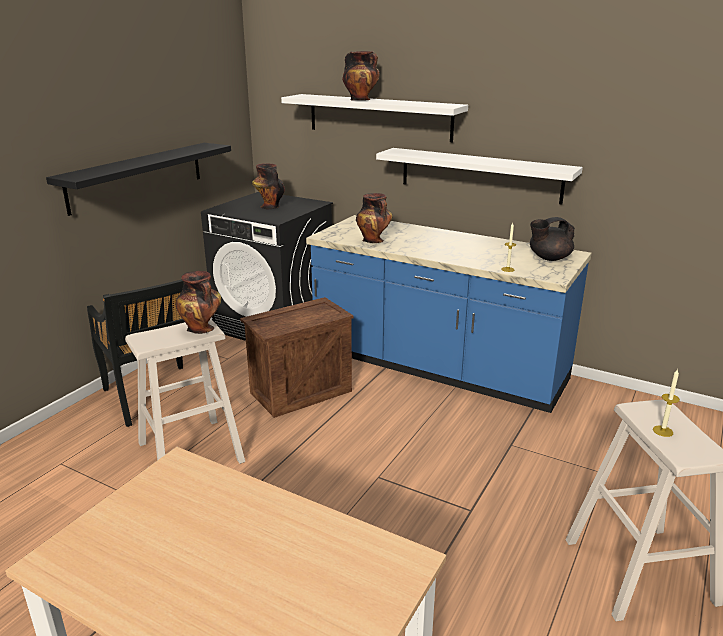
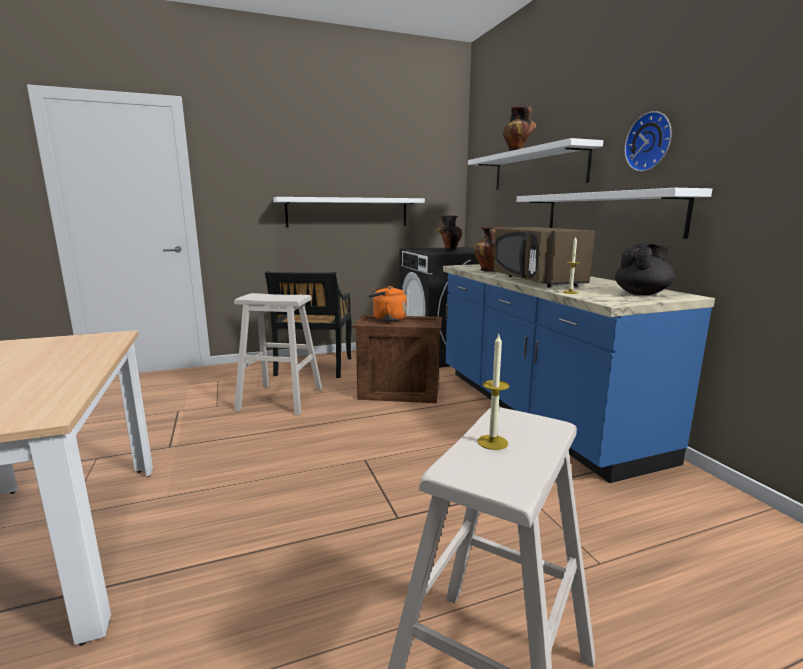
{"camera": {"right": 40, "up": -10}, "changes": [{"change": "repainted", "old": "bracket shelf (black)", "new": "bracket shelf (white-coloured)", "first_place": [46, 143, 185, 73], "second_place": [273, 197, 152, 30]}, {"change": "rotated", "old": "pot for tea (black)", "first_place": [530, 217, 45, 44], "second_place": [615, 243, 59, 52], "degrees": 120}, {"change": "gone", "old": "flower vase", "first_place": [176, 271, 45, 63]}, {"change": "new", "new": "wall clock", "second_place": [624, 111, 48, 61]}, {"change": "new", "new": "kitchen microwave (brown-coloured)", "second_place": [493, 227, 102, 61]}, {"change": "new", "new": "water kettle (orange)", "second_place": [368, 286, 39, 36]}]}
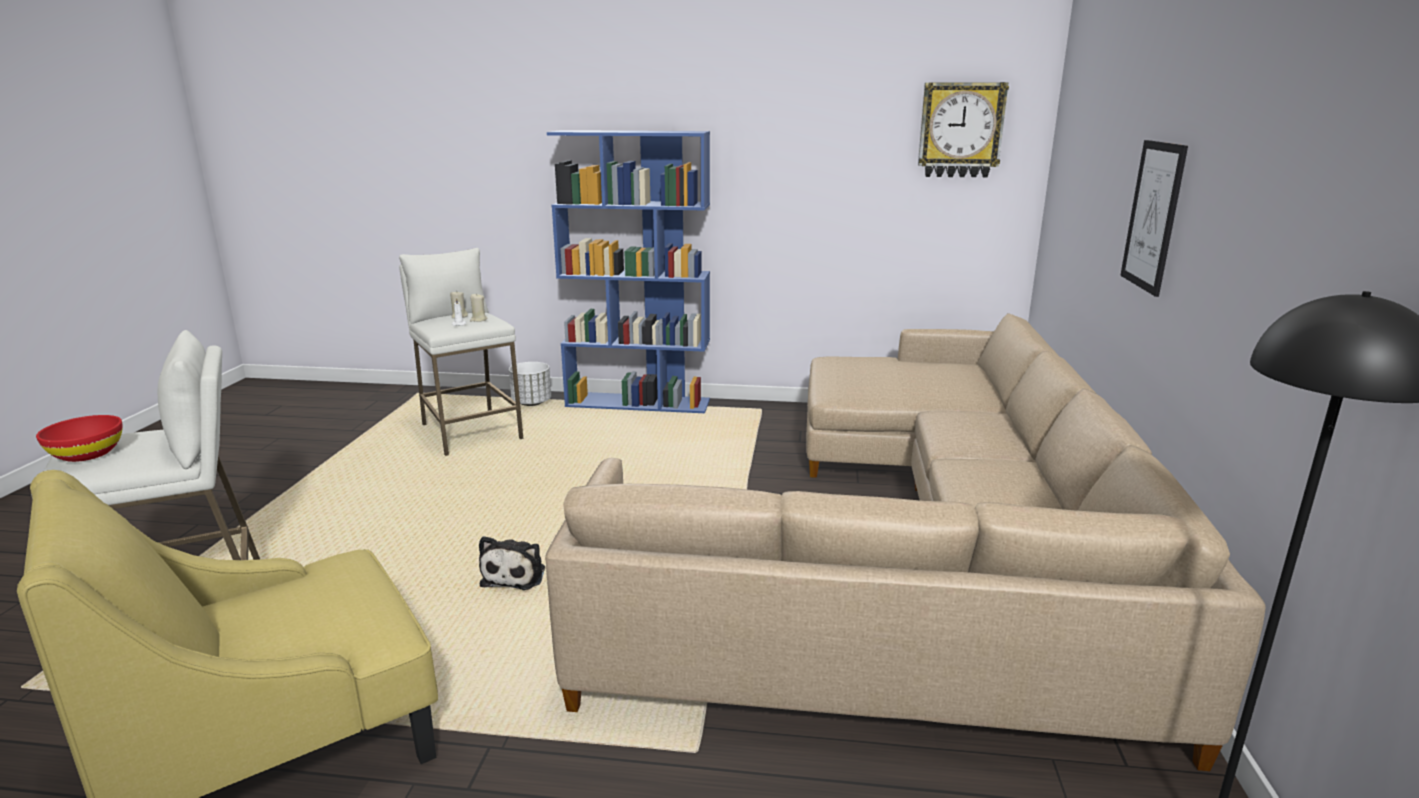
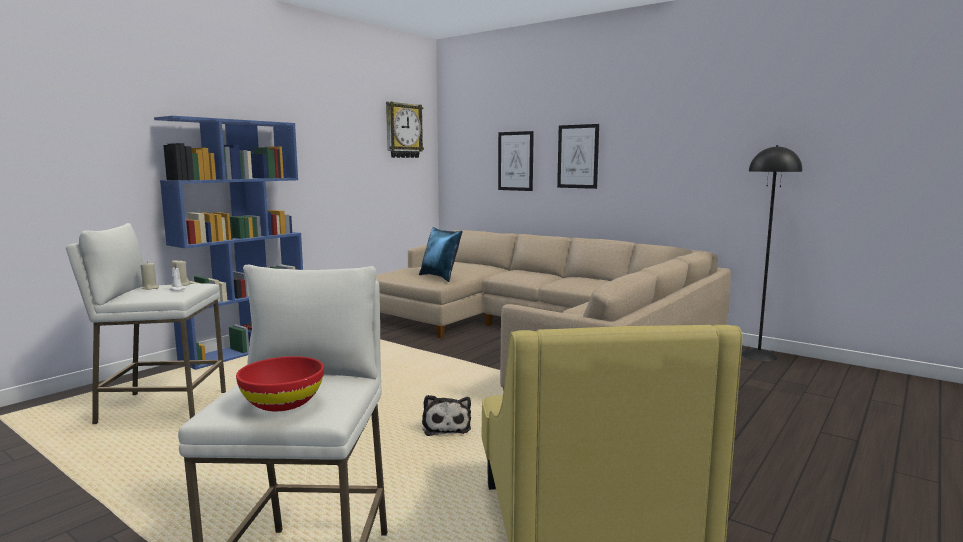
{"camera": {"right": -60, "up": -10}, "changes": [{"change": "gone", "old": "plant pot (white-coloured)", "first_place": [509, 362, 42, 44]}, {"change": "rotated", "old": "soft toy", "first_place": [479, 536, 66, 54], "second_place": [422, 395, 49, 41], "degrees": 45}, {"change": "new", "new": "wall art", "second_place": [498, 131, 36, 60]}, {"change": "new", "new": "throw pillow (blue)", "second_place": [419, 227, 44, 55]}]}
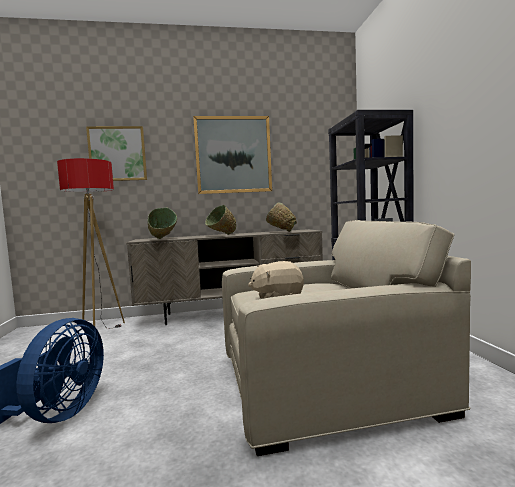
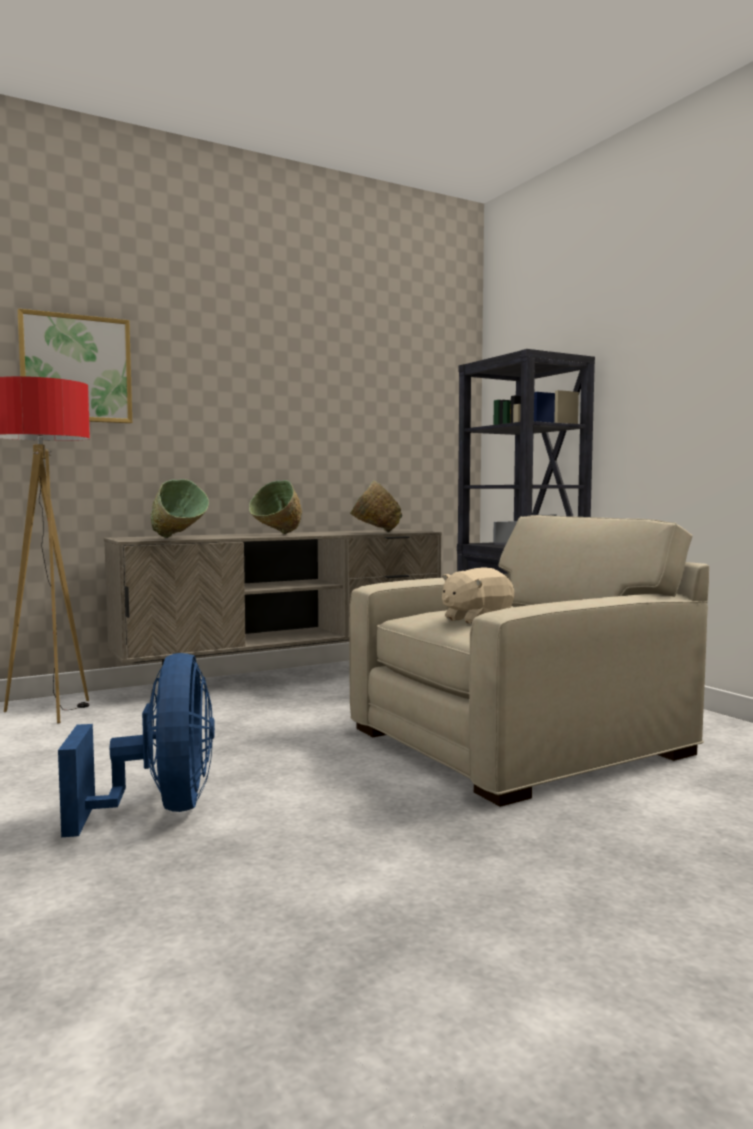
{"camera": {"right": -20, "up": 0}, "changes": [{"change": "gone", "old": "wall art", "first_place": [193, 116, 79, 78]}]}
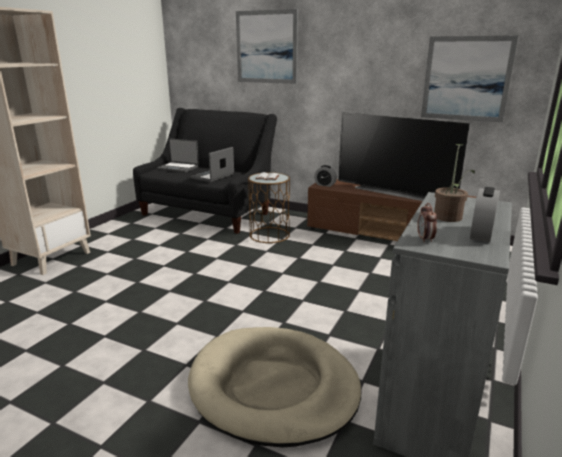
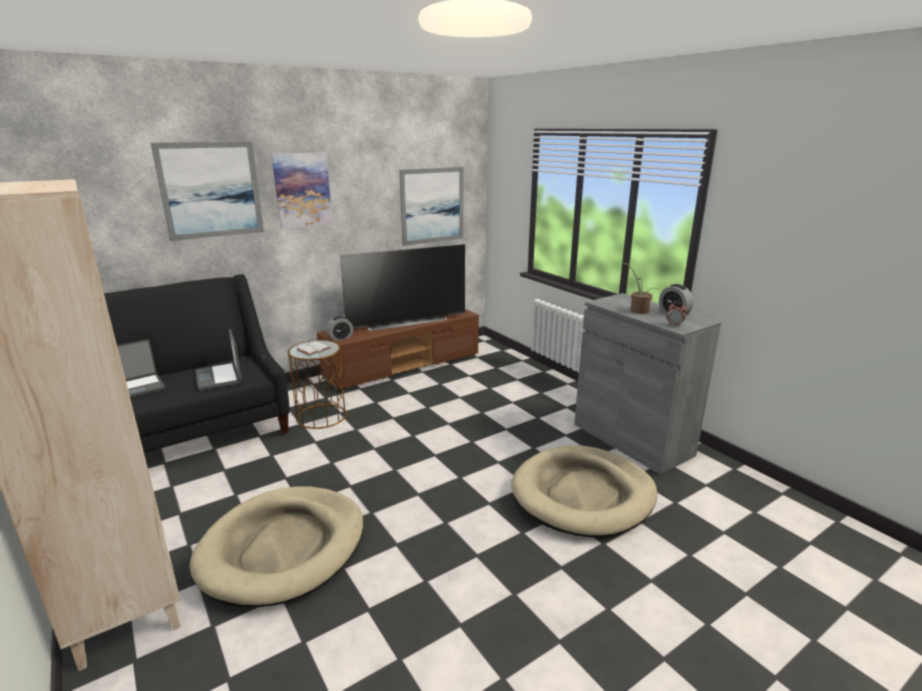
{"camera": {"right": -60, "up": 0}, "changes": [{"change": "new", "new": "wall art", "second_place": [272, 152, 61, 77]}, {"change": "new", "new": "dog bed (beige-coloured)", "second_place": [189, 486, 174, 121]}]}
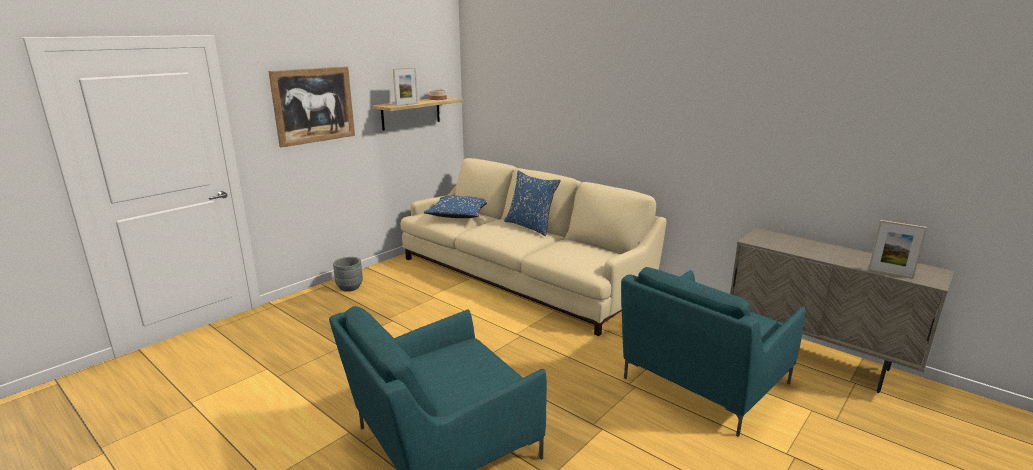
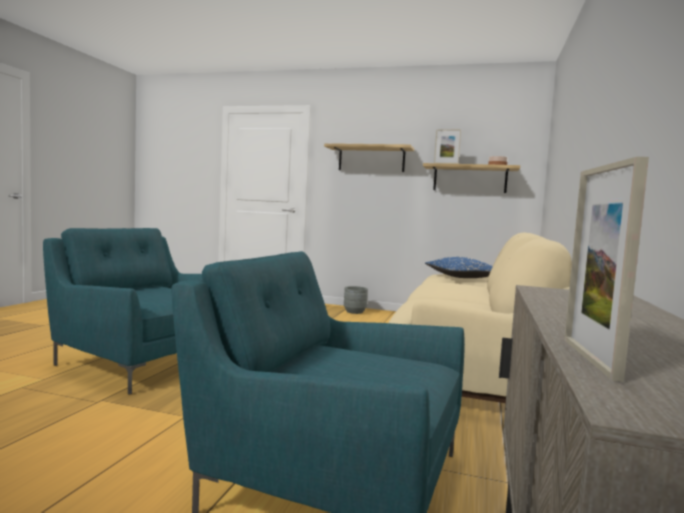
{"camera": {"right": 65, "up": -15}, "changes": [{"change": "swapped", "old": "wall art", "new": "bracket shelf", "first_place": [268, 66, 87, 82], "second_place": [324, 143, 90, 29]}, {"change": "gone", "old": "throw pillow (blue)", "first_place": [504, 170, 56, 66]}]}
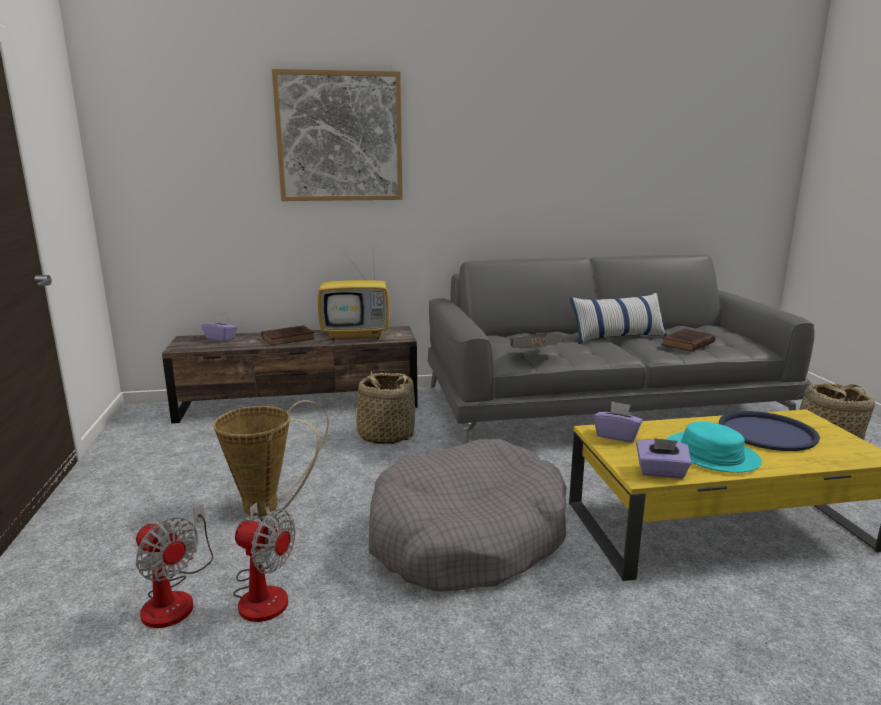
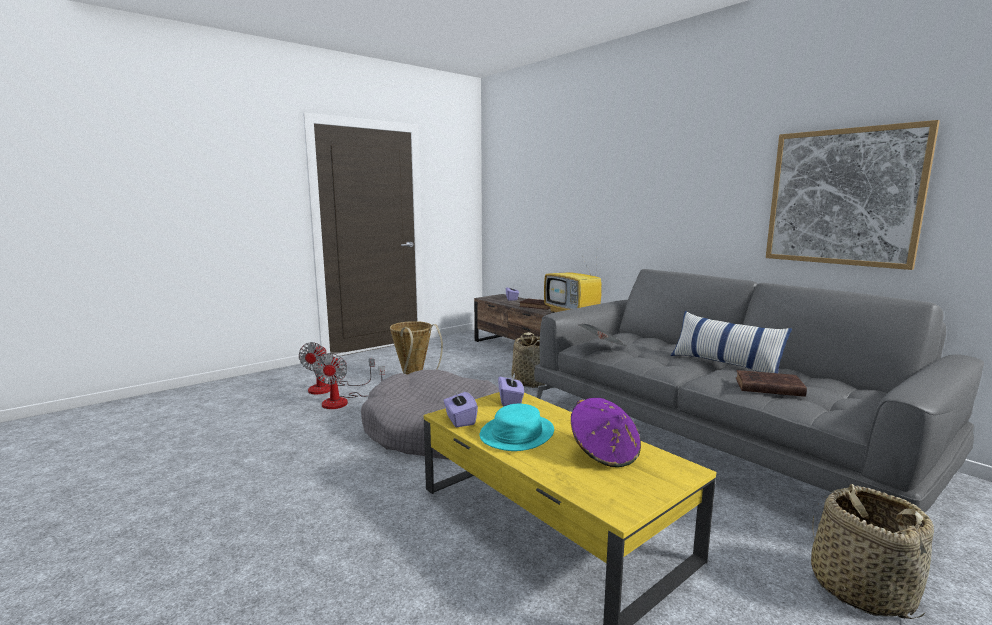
{"camera": {"right": 60, "up": -5}, "changes": [{"change": "shifted", "old": "wall art", "first_place": [272, 69, 131, 132], "second_place": [766, 120, 174, 150]}, {"change": "swapped", "old": "serving tray (blue)", "new": "clothing hat (purple-coloured)", "first_place": [719, 411, 101, 40], "second_place": [571, 398, 70, 69]}]}
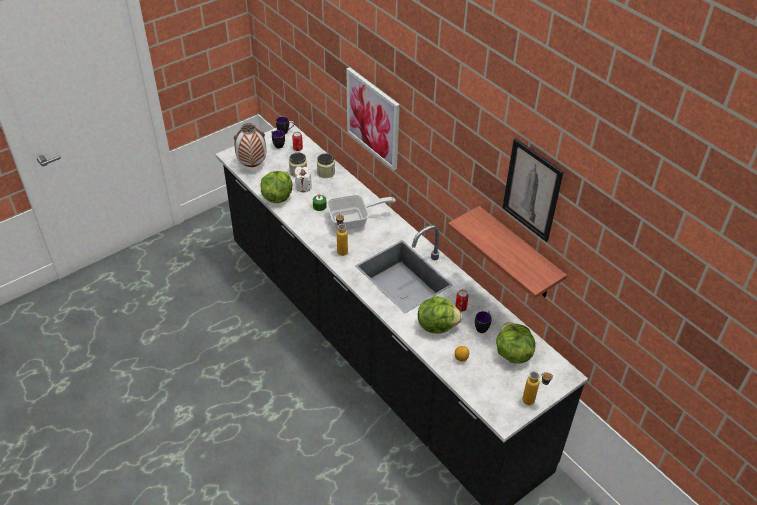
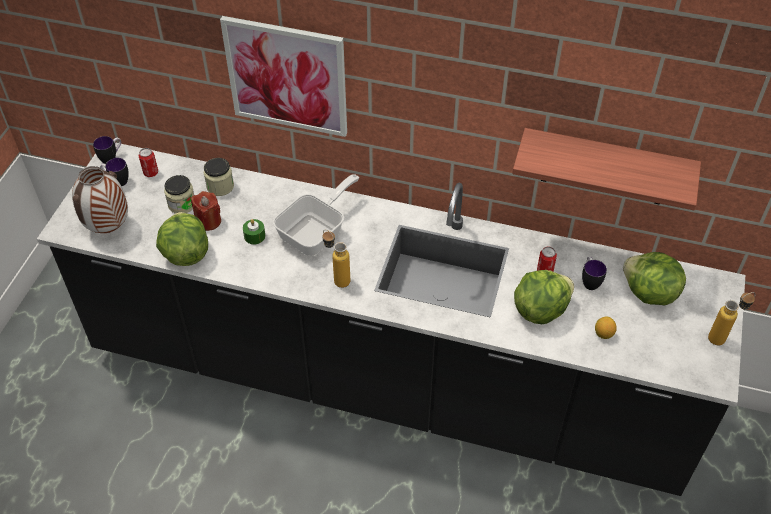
{"camera": {"right": -35, "up": 5}, "changes": [{"change": "gone", "old": "wall art", "first_place": [503, 138, 60, 104]}, {"change": "repainted", "old": "candle (white-coloured)", "new": "candle (reddish)", "first_place": [295, 167, 17, 25], "second_place": [191, 191, 30, 40]}]}
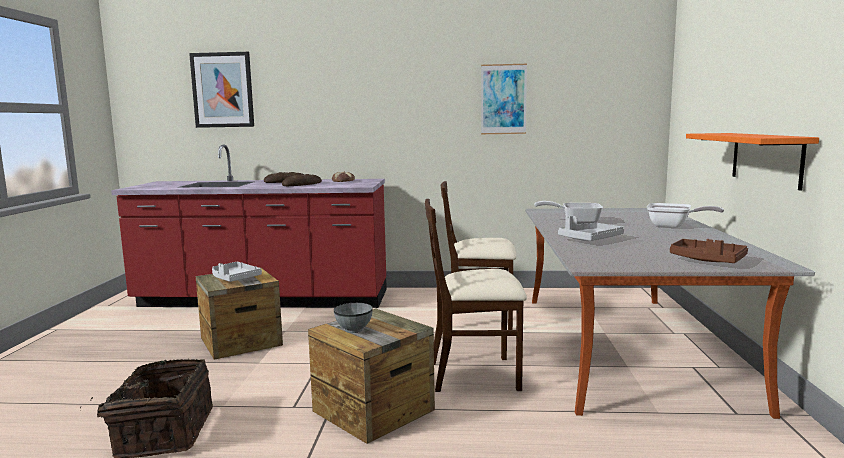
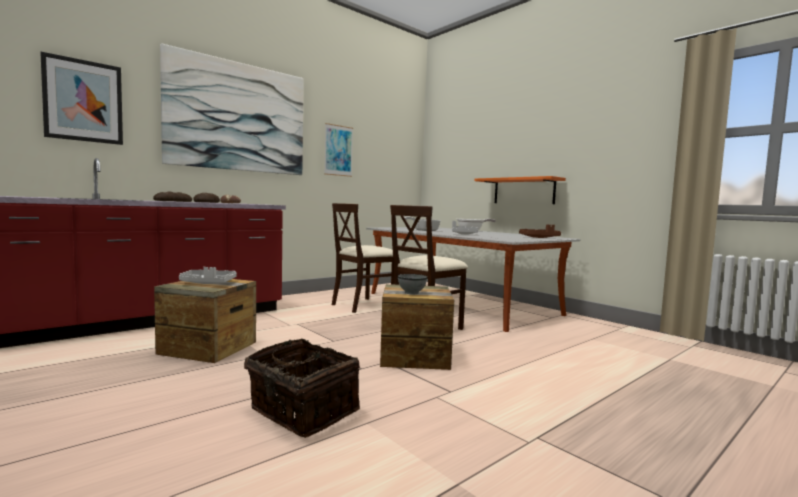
{"camera": {"right": -45, "up": -5}, "changes": [{"change": "new", "new": "wall art", "second_place": [160, 43, 144, 132]}]}
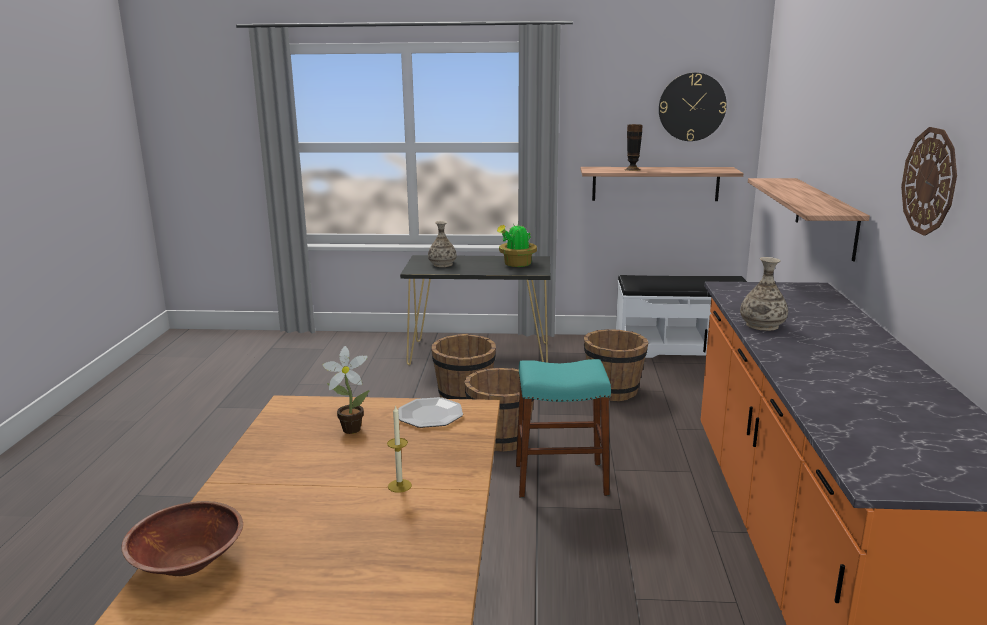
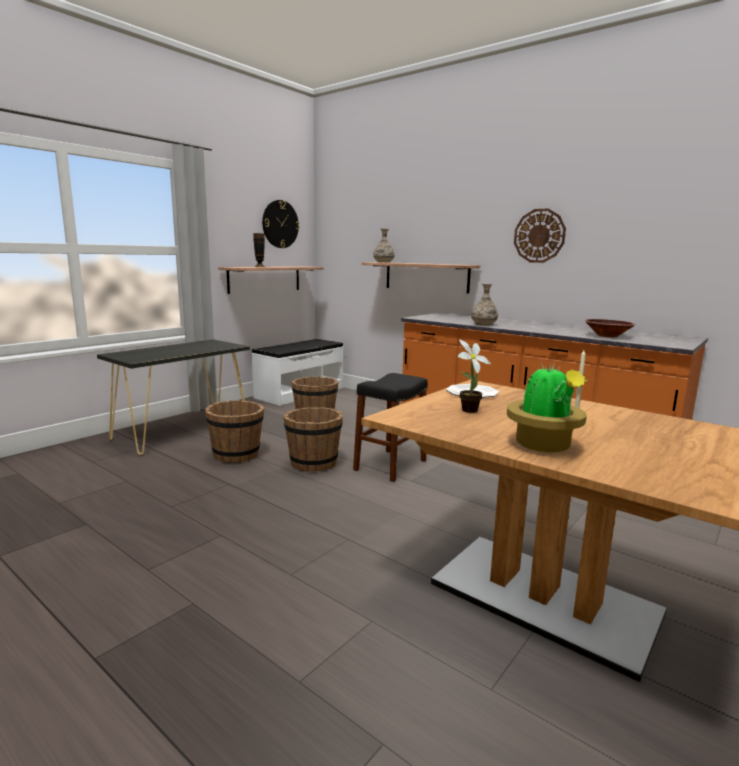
{"camera": {"right": -55, "up": -5}, "changes": [{"change": "shifted", "old": "flower vase", "first_place": [428, 221, 29, 46], "second_place": [373, 229, 22, 34]}, {"change": "shifted", "old": "houseplant", "first_place": [497, 224, 40, 43], "second_place": [507, 362, 80, 90]}, {"change": "repainted", "old": "stool seat (turquoise)", "new": "stool seat (black)", "first_place": [516, 359, 95, 139], "second_place": [353, 373, 75, 109]}, {"change": "shifted", "old": "bowl (brown-coloured)", "first_place": [121, 501, 122, 75], "second_place": [585, 319, 50, 18]}]}
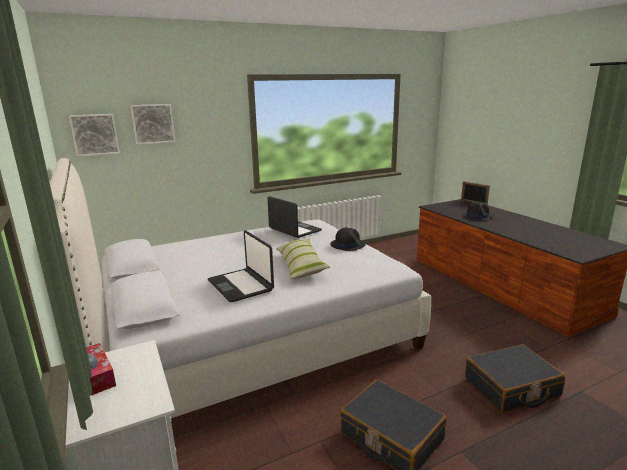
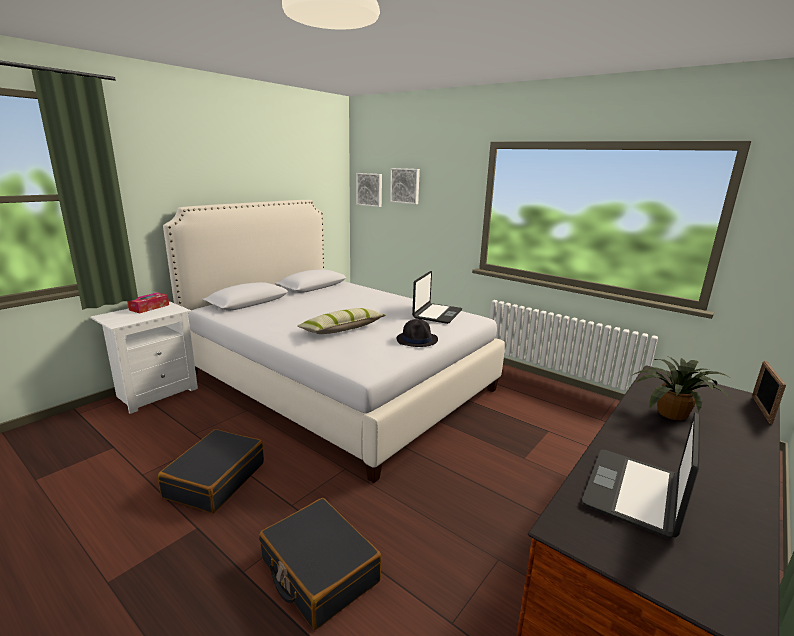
{"camera": {"right": 65, "up": 0}, "changes": [{"change": "swapped", "old": "clothing hat (black)", "new": "houseplant", "first_place": [462, 202, 31, 18], "second_place": [633, 356, 99, 65]}, {"change": "shifted", "old": "notebook computer", "first_place": [208, 230, 66, 72], "second_place": [582, 412, 118, 127]}]}
